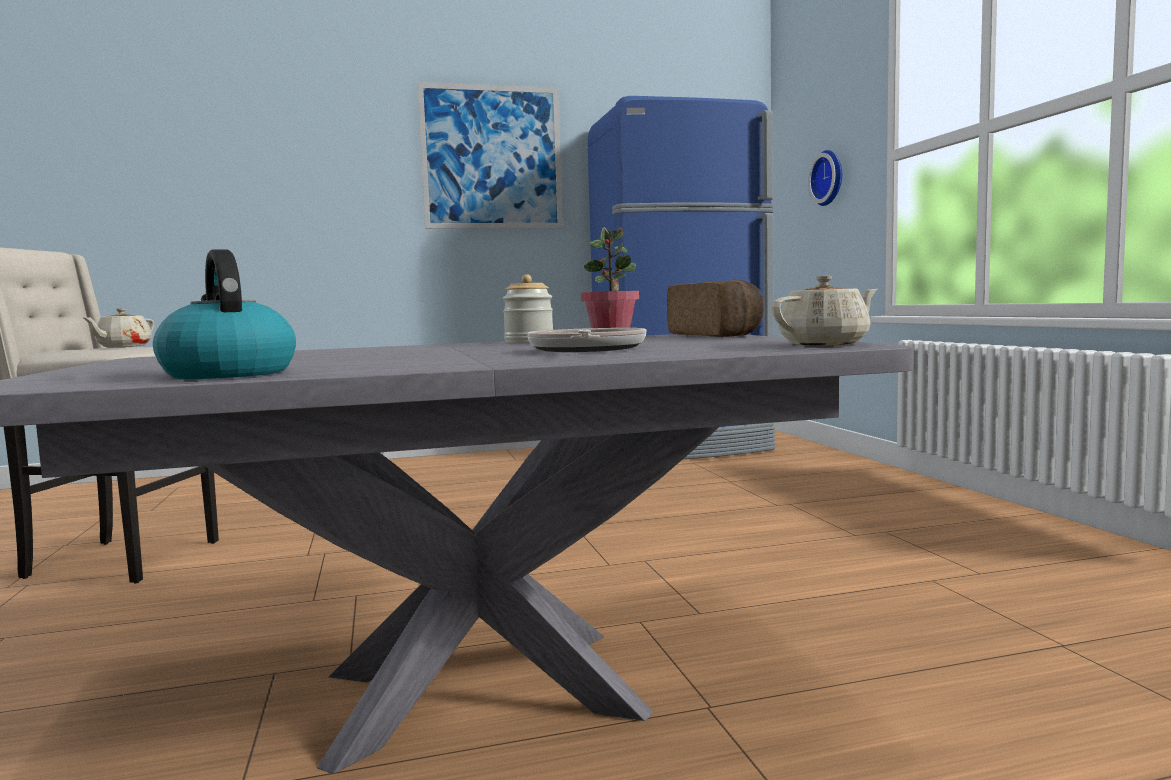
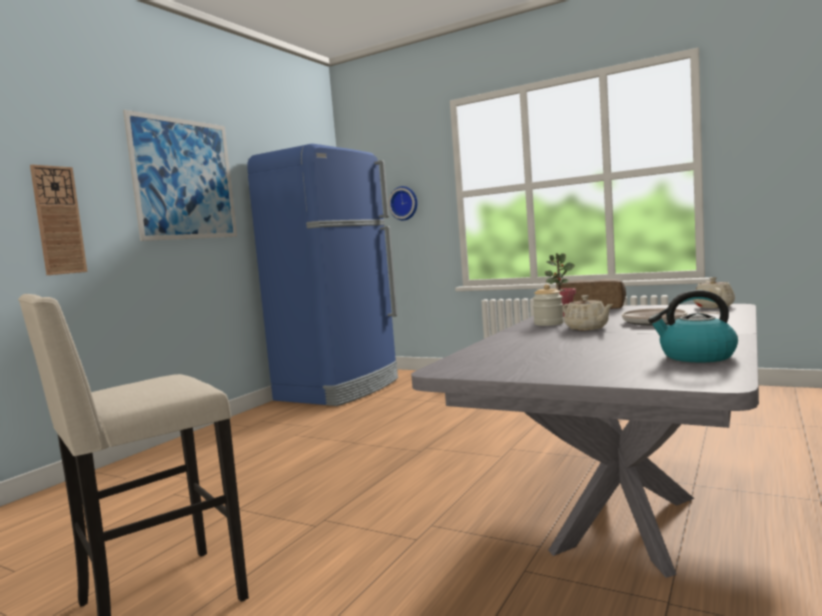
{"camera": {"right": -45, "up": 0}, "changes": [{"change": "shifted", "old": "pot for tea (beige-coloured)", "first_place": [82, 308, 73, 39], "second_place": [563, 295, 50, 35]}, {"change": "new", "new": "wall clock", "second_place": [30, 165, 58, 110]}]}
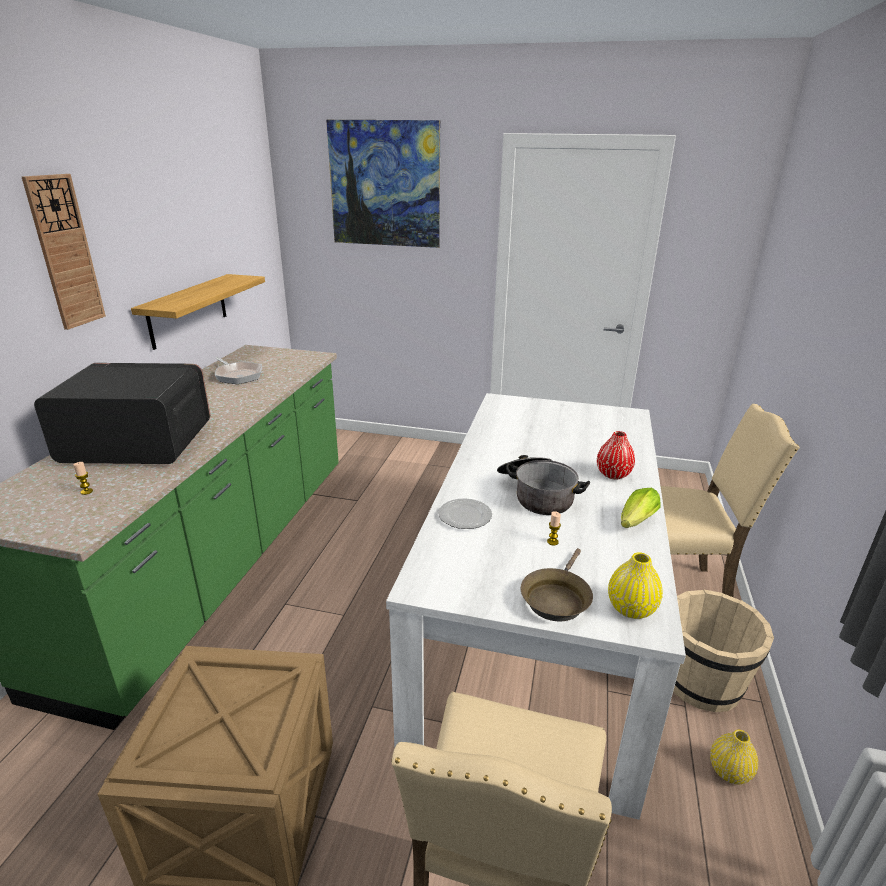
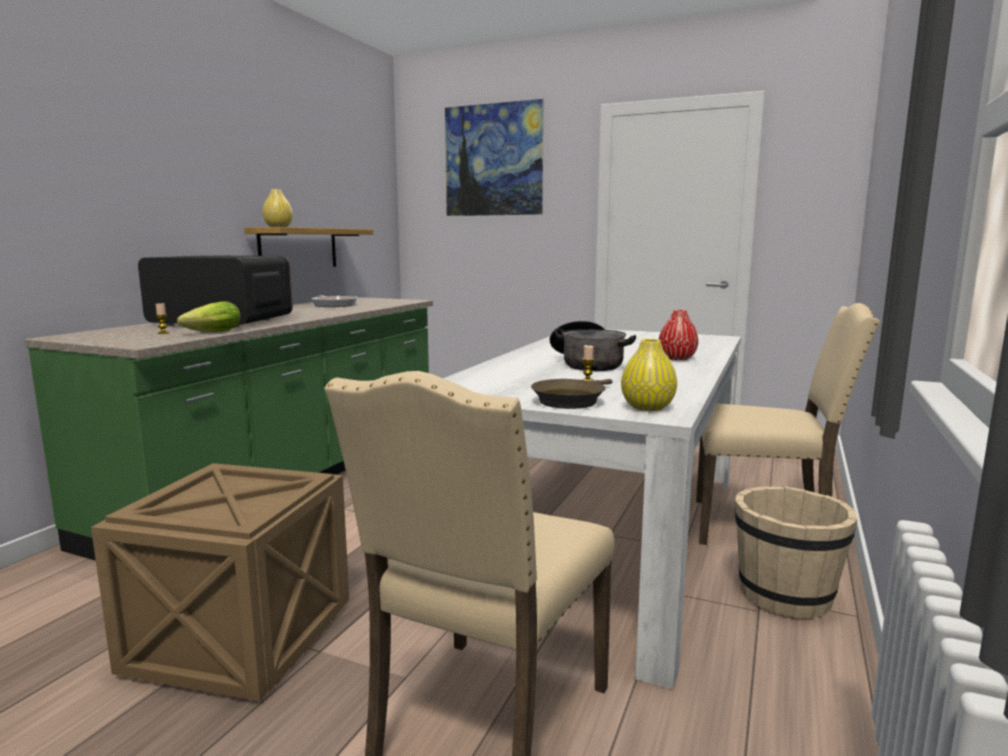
{"camera": {"right": 10, "up": -15}, "changes": [{"change": "gone", "old": "wall clock", "first_place": [22, 174, 84, 156]}, {"change": "shifted", "old": "lettuce head", "first_place": [621, 488, 40, 40], "second_place": [177, 301, 63, 31]}, {"change": "gone", "old": "flat dish", "first_place": [438, 498, 54, 31]}, {"change": "shifted", "old": "flower vase (yellowish)", "first_place": [710, 730, 48, 54], "second_place": [262, 189, 31, 38]}]}
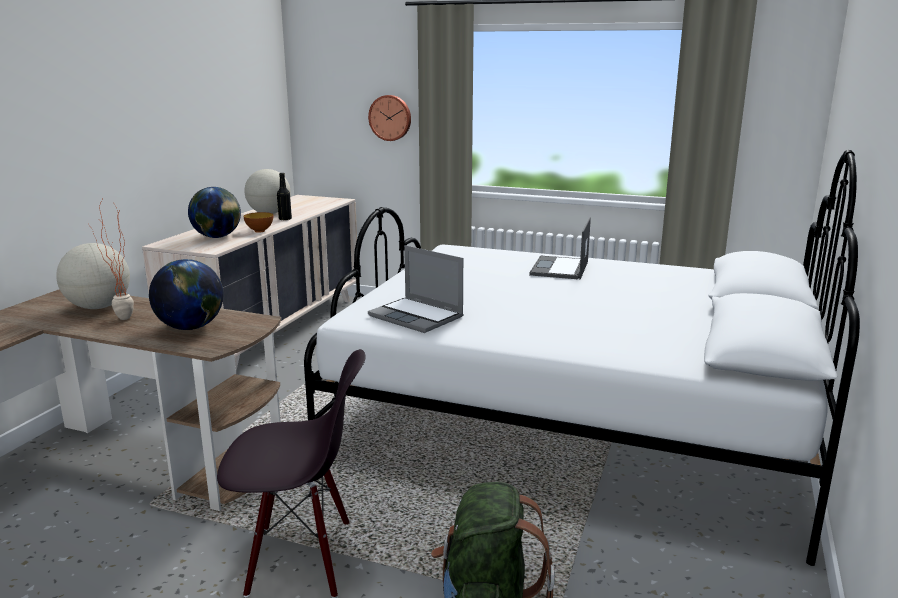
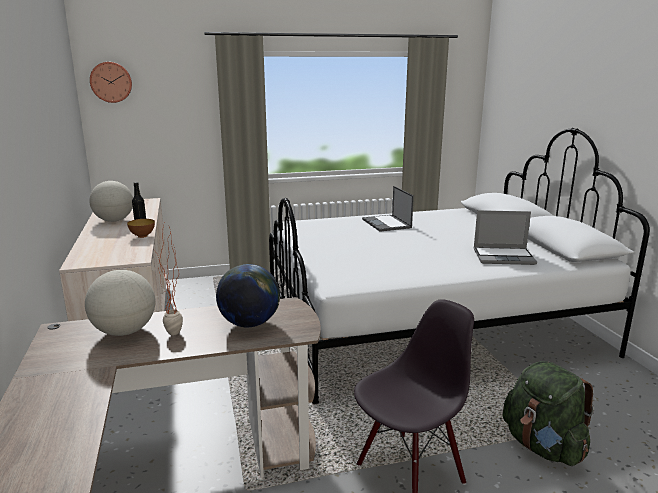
{"camera": {"right": -35, "up": 0}, "changes": [{"change": "shifted", "old": "wall clock", "first_place": [368, 95, 43, 46], "second_place": [90, 62, 42, 41]}, {"change": "gone", "old": "world globe", "first_place": [188, 187, 53, 51]}, {"change": "shifted", "old": "notebook computer", "first_place": [368, 245, 96, 88], "second_place": [473, 210, 64, 55]}]}
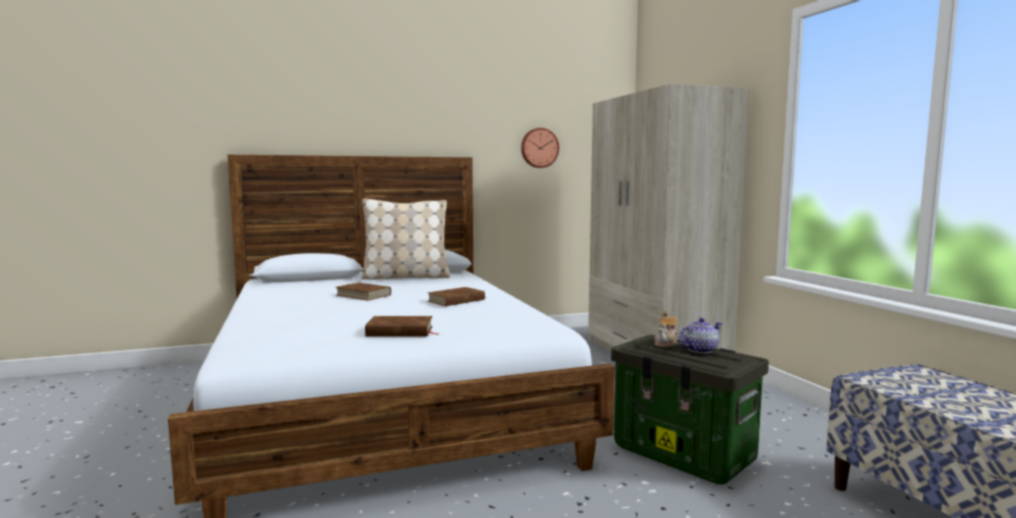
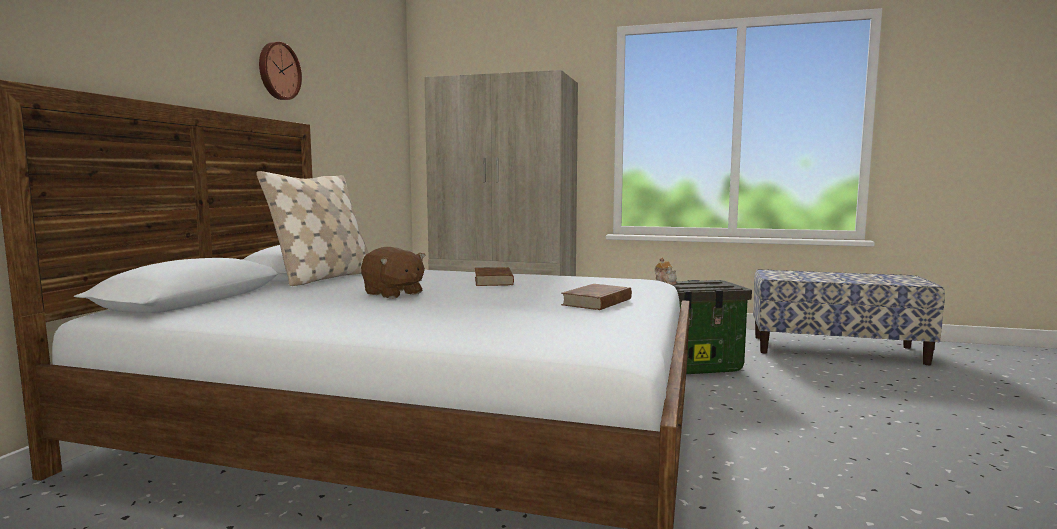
{"camera": {"right": -55, "up": 0}, "changes": [{"change": "shifted", "old": "wall clock", "first_place": [521, 128, 38, 40], "second_place": [259, 42, 43, 58]}, {"change": "swapped", "old": "volume (brown-coloured)", "new": "soft toy (brown-coloured)", "first_place": [336, 282, 55, 19], "second_place": [361, 247, 65, 52]}, {"change": "gone", "old": "pot for tea", "first_place": [679, 318, 44, 35]}]}
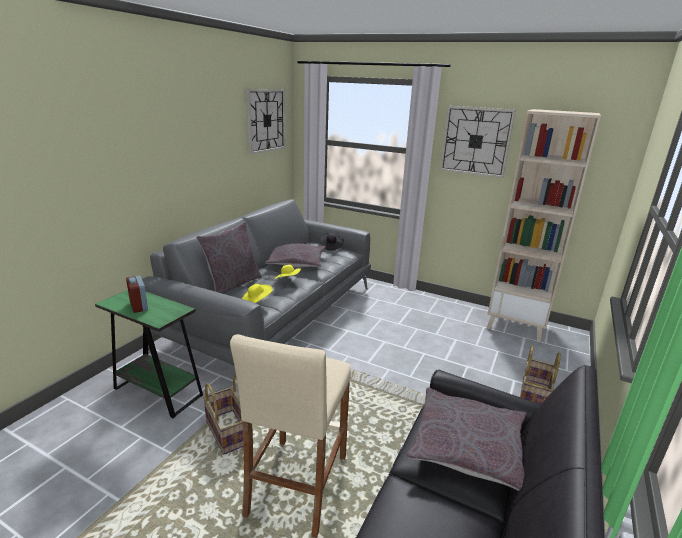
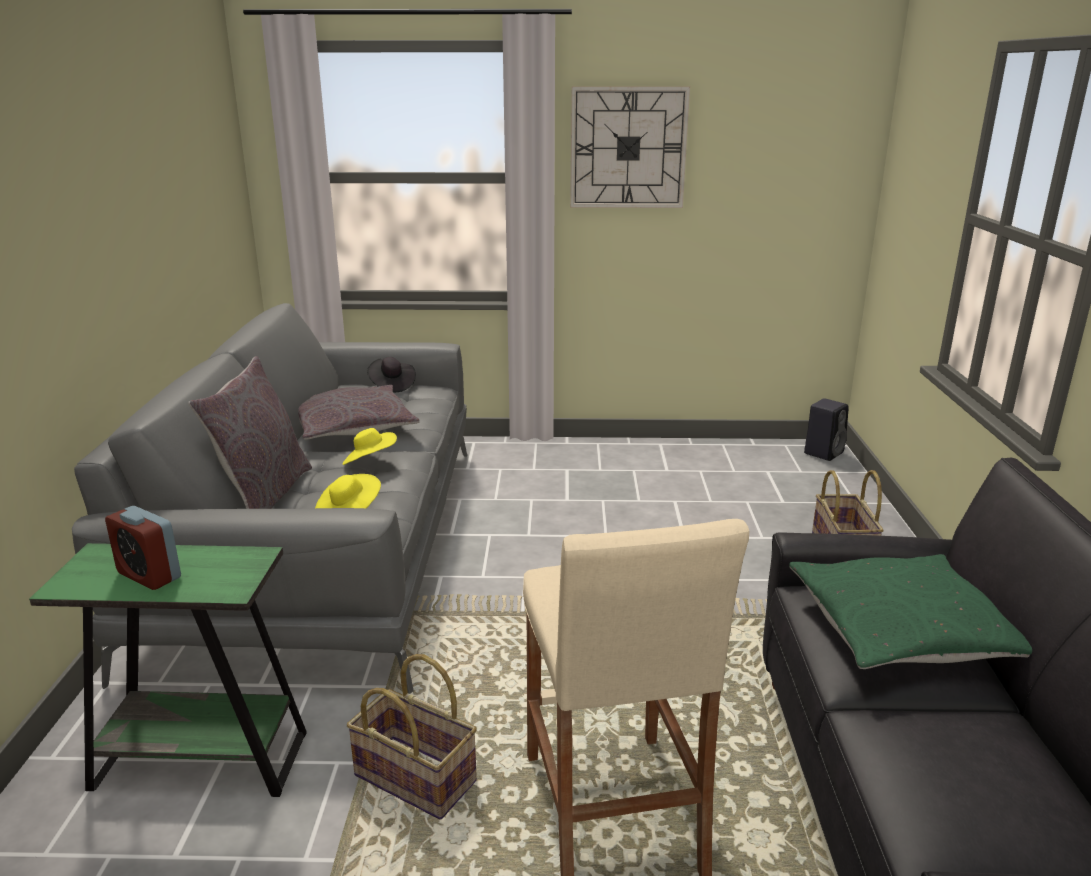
{"camera": {"right": -25, "up": 0}, "changes": [{"change": "gone", "old": "wall clock", "first_place": [246, 89, 39, 65]}, {"change": "gone", "old": "bookcase (beige-coloured)", "first_place": [487, 109, 114, 234]}, {"change": "repainted", "old": "throw pillow (greyish)", "new": "throw pillow (green)", "first_place": [407, 388, 119, 103], "second_place": [789, 554, 243, 115]}, {"change": "new", "new": "speaker (black)", "second_place": [804, 398, 45, 63]}]}
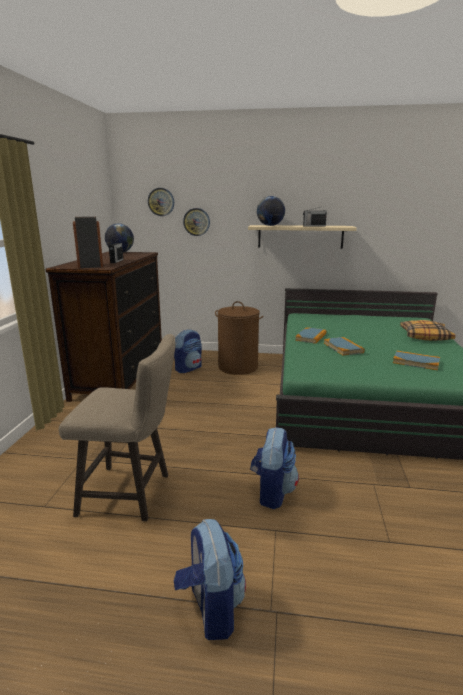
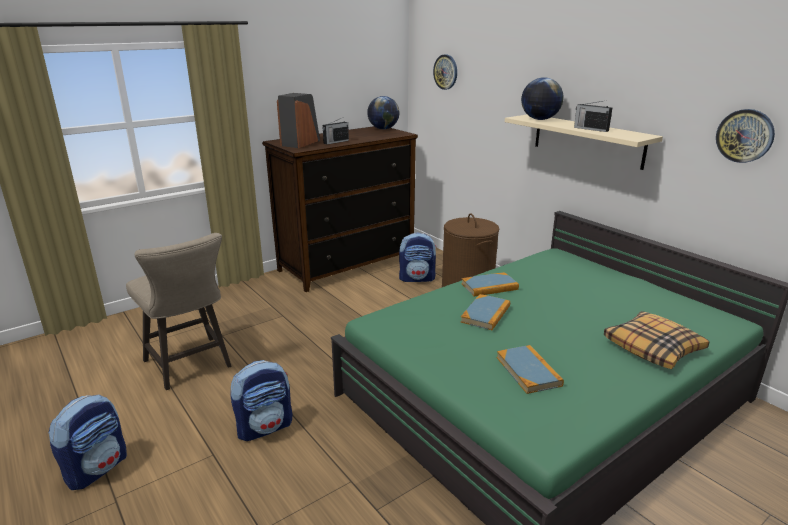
{"camera": {"right": 45, "up": 5}, "changes": [{"change": "shifted", "old": "wall clock", "first_place": [183, 208, 27, 28], "second_place": [716, 109, 59, 54]}]}
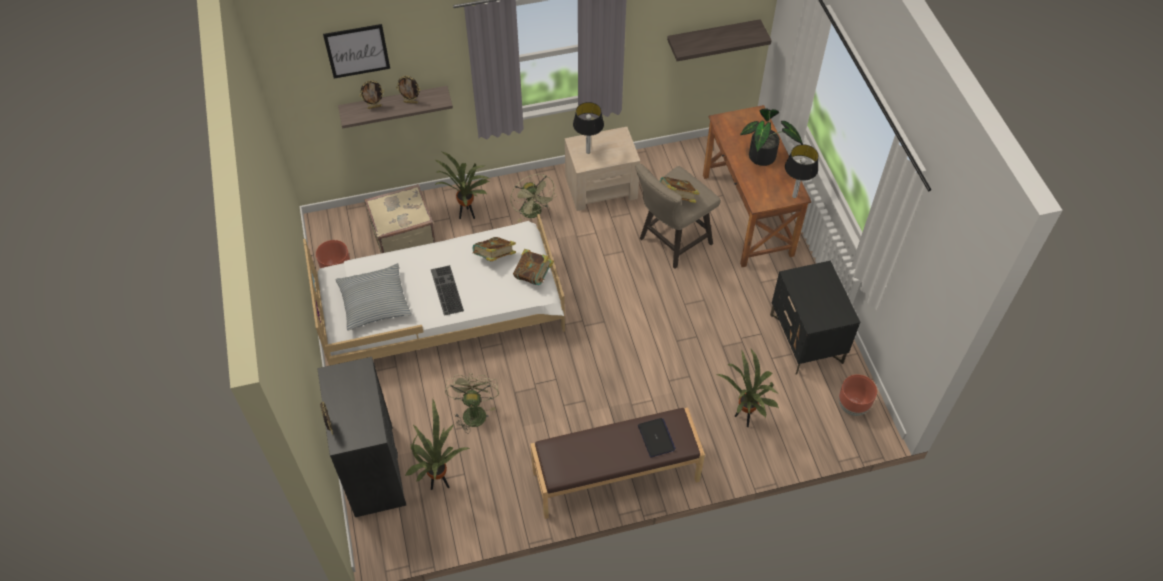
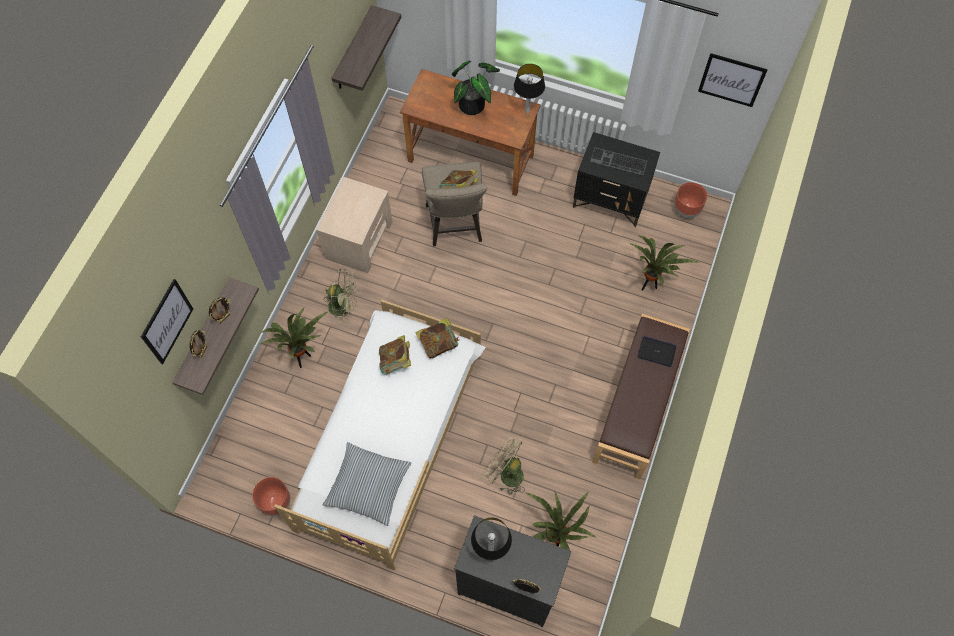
{"camera": {"right": -55, "up": 10}, "changes": [{"change": "shifted", "old": "tabletop lamp", "first_place": [573, 102, 31, 52], "second_place": [471, 518, 41, 42]}, {"change": "gone", "old": "suitcase (beige-coloured)", "first_place": [364, 184, 72, 69]}, {"change": "shifted", "old": "computer keyboard", "first_place": [431, 265, 33, 51], "second_place": [590, 147, 57, 28]}, {"change": "new", "new": "wall art", "second_place": [698, 53, 70, 54]}]}
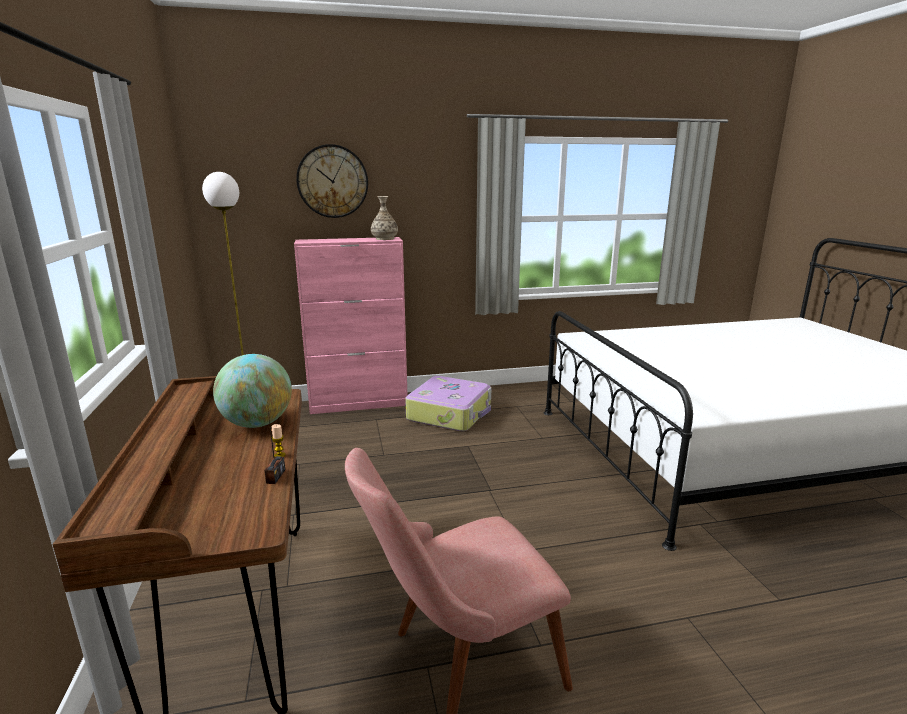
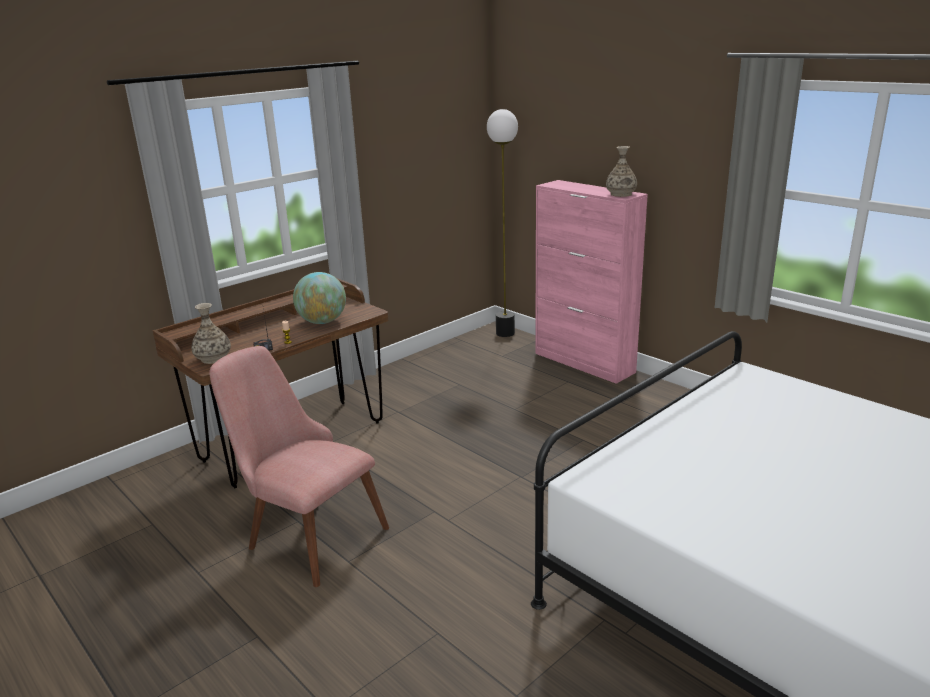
{"camera": {"right": 60, "up": 5}, "changes": [{"change": "gone", "old": "wall clock", "first_place": [296, 144, 72, 74]}, {"change": "gone", "old": "suitcase", "first_place": [405, 376, 86, 55]}, {"change": "new", "new": "flower vase", "second_place": [191, 303, 40, 61]}]}
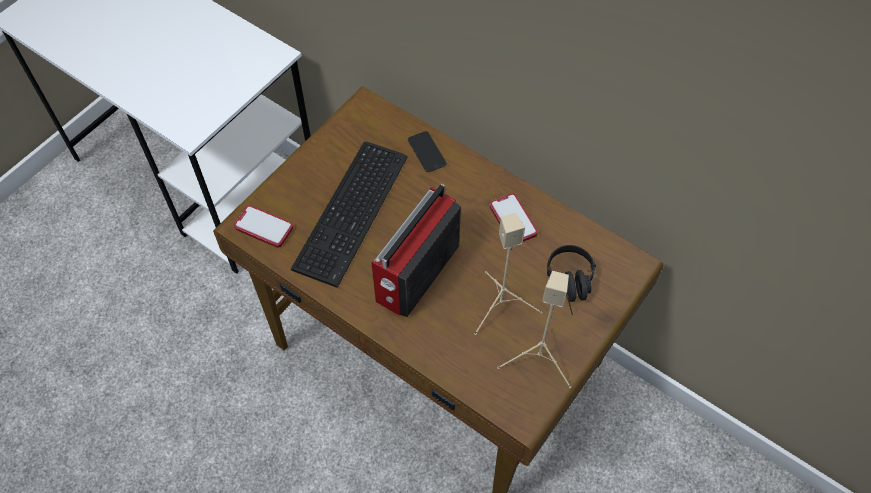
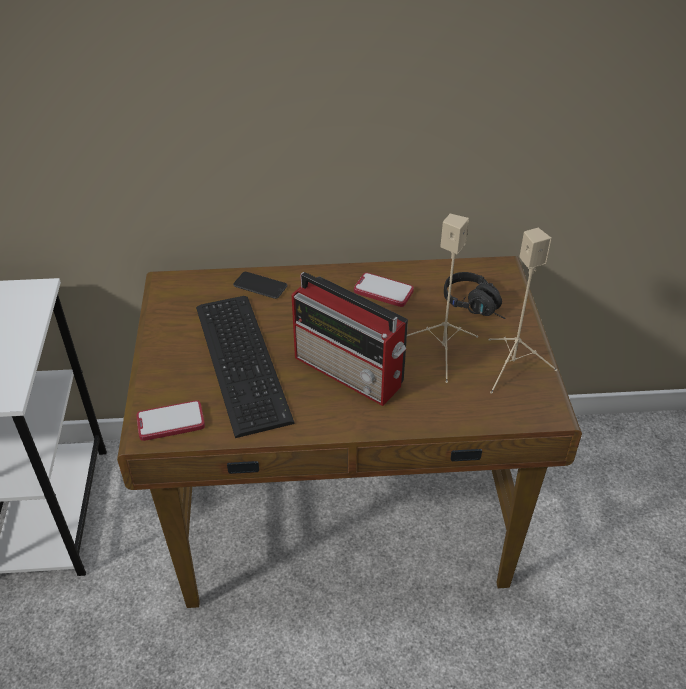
{"camera": {"right": -40, "up": -15}, "changes": [{"change": "rotated", "old": "radio receiver", "first_place": [372, 184, 89, 133], "second_place": [292, 272, 116, 134], "degrees": -45}]}
